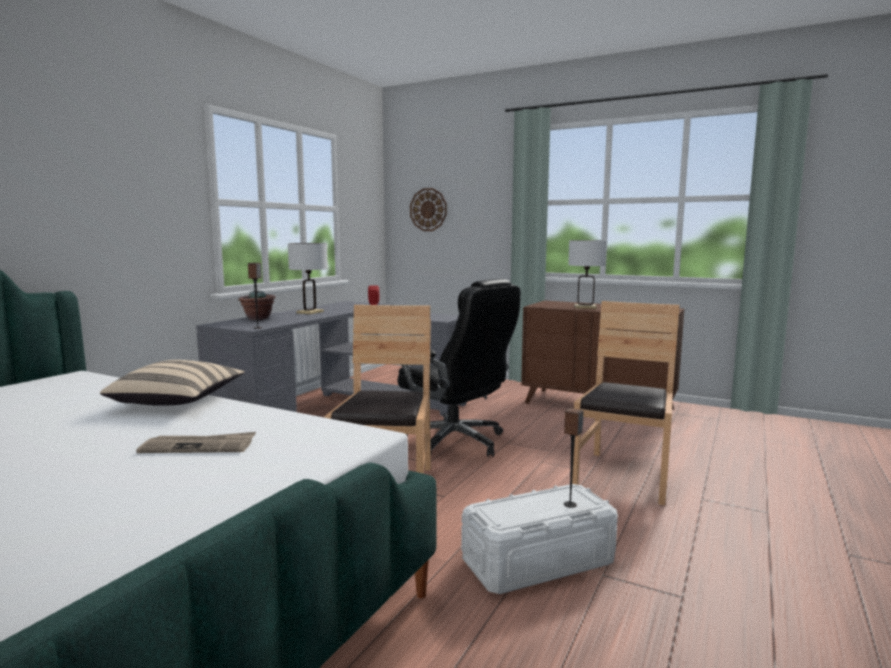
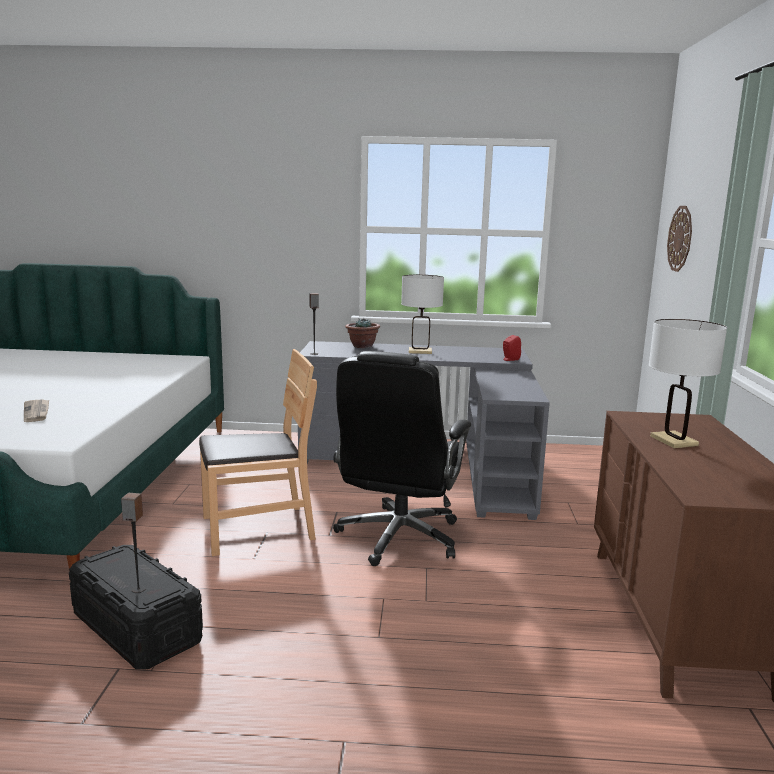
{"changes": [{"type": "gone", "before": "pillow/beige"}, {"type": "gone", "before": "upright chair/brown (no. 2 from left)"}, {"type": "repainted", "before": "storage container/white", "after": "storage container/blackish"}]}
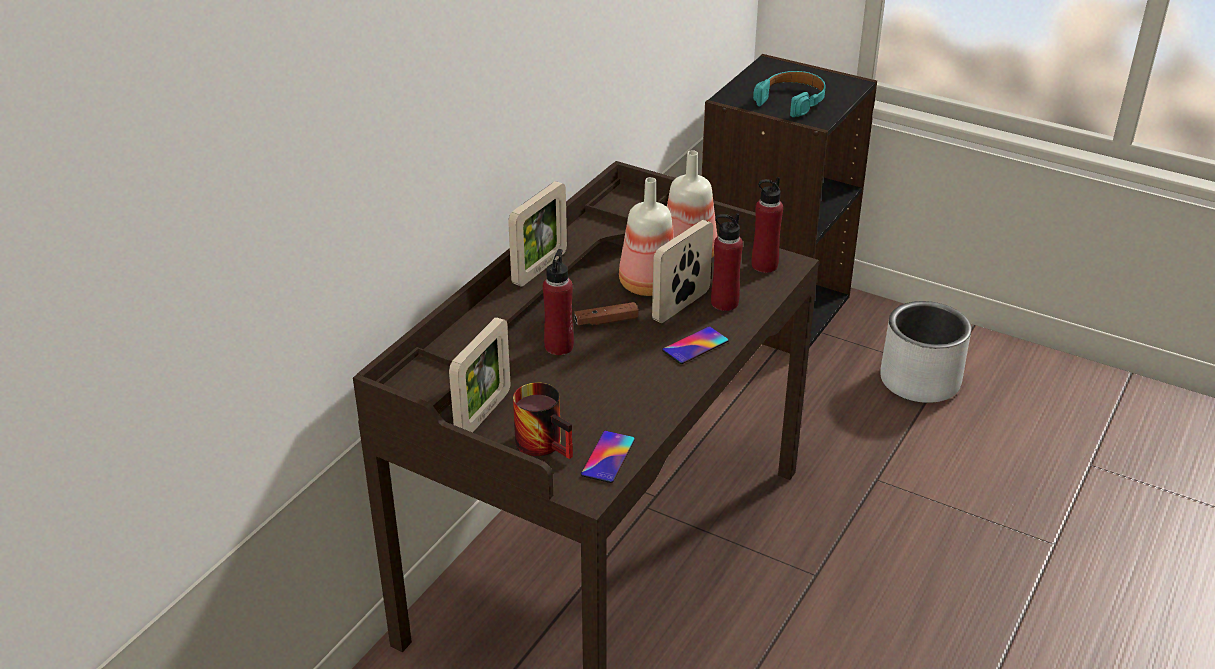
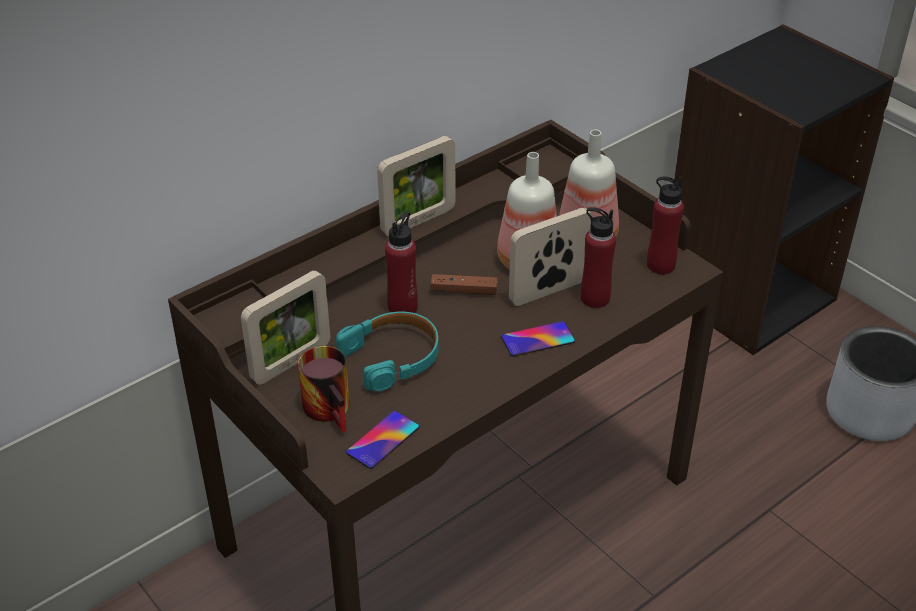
{"changes": [{"type": "shifted", "before": "headset/turquoise"}]}
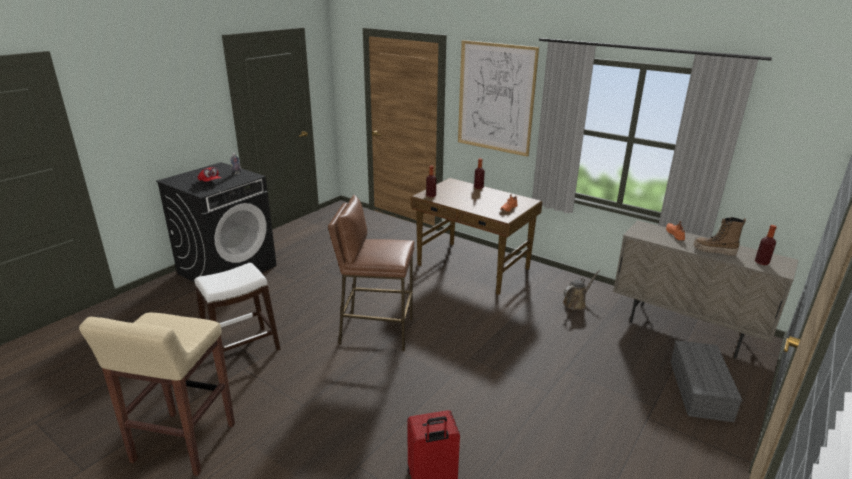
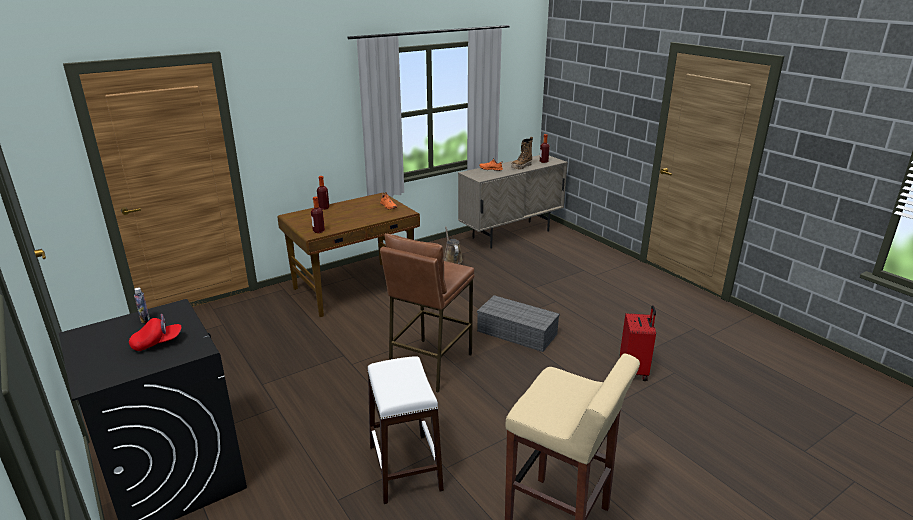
{"changes": [{"type": "gone", "before": "wall art"}, {"type": "shifted", "before": "storage container/gray"}]}
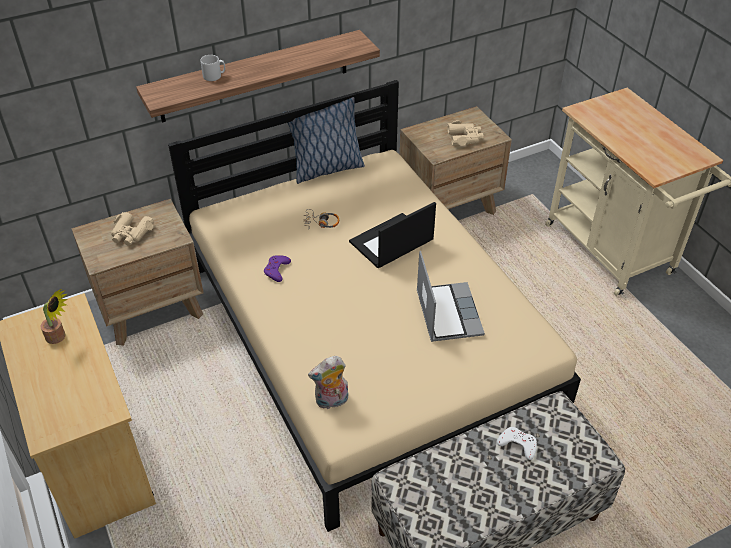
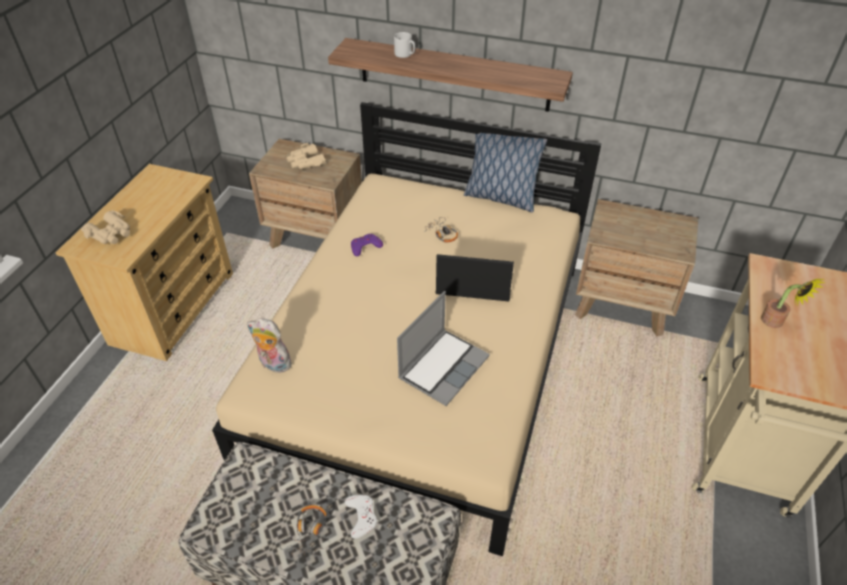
{"changes": [{"type": "new", "after": "headset (no. 1 from left)"}, {"type": "shifted", "before": "plant in a pot"}, {"type": "shifted", "before": "field glasses/beige (no. 2 from left in the first image)", "after": "field glasses/beige (no. 1 from left)"}]}
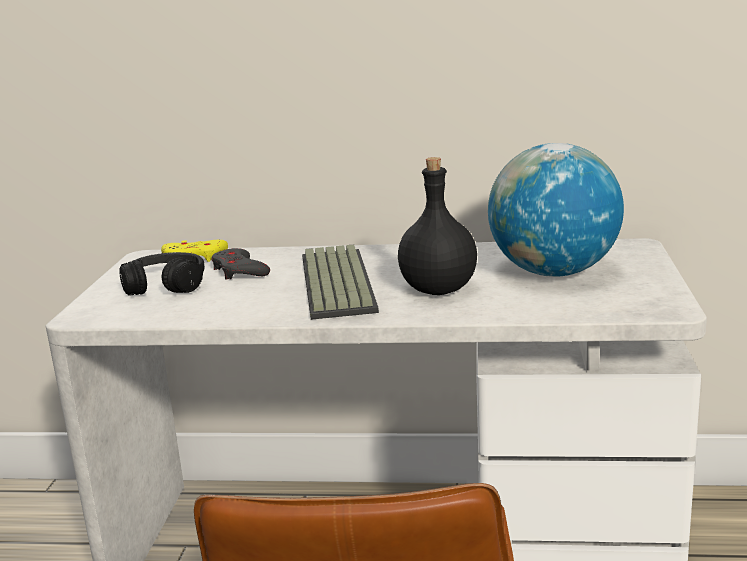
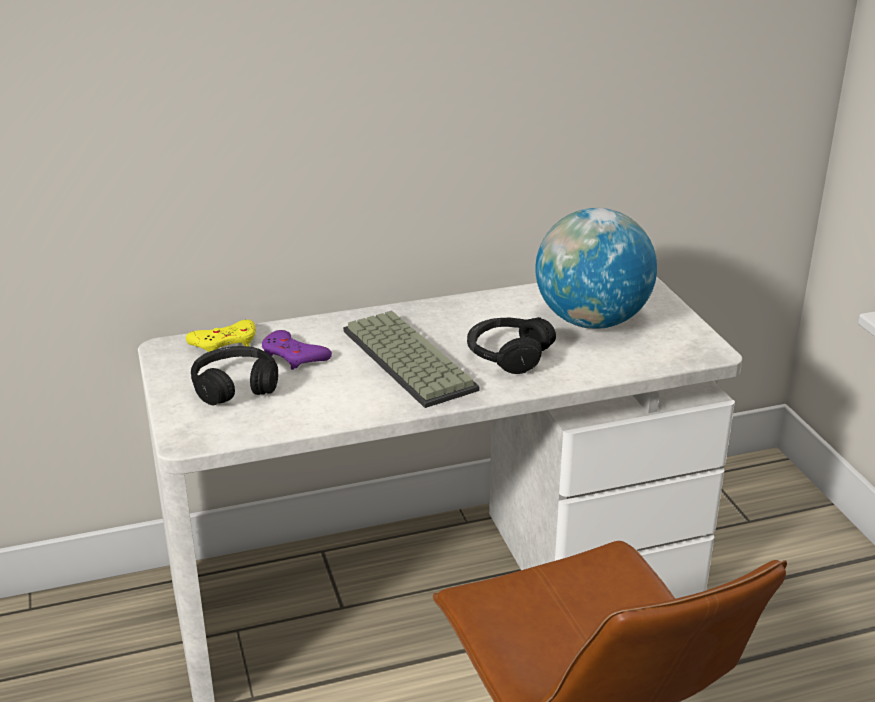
{"changes": [{"type": "swapped", "before": "bottle/blackish", "after": "headset/blackish (no. 2 from left)"}, {"type": "repainted", "before": "game controller/gray", "after": "game controller/purplish"}]}
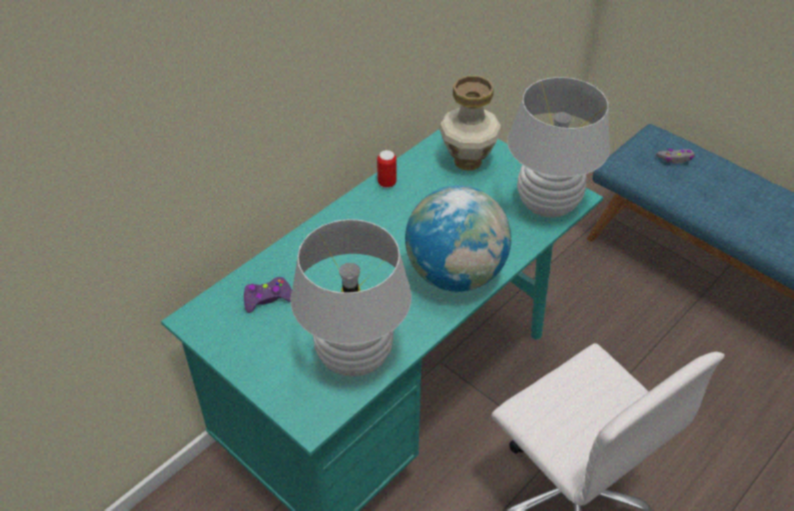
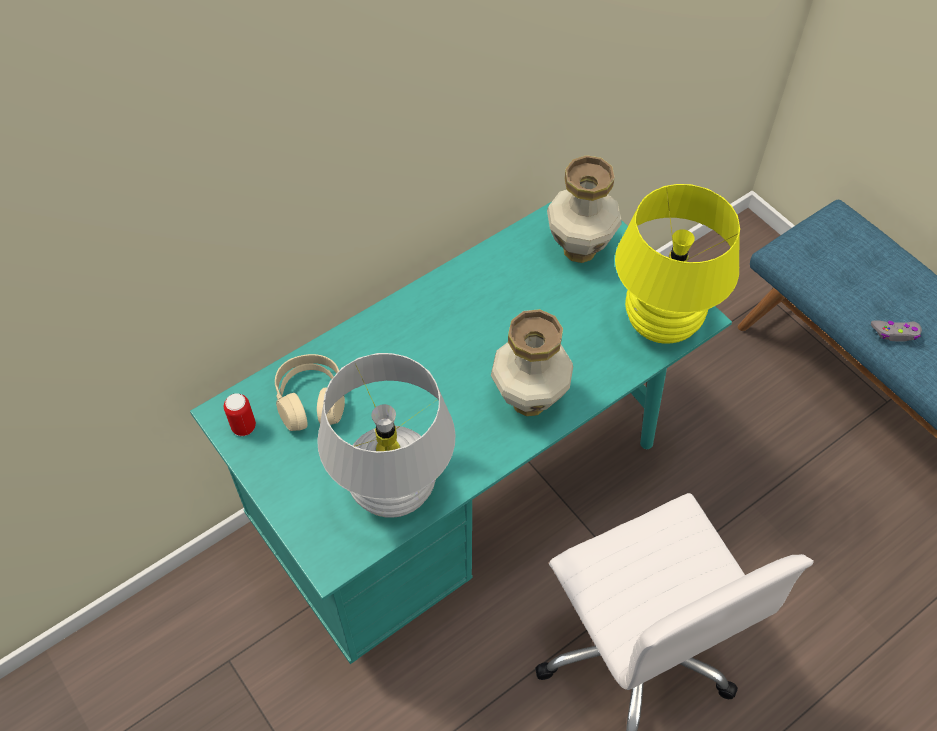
{"changes": [{"type": "shifted", "before": "can"}, {"type": "shifted", "before": "game controller/gray"}, {"type": "swapped", "before": "game controller/purplish", "after": "headset/beige"}, {"type": "swapped", "before": "globe", "after": "decorative vase (no. 1 from left)"}, {"type": "repainted", "before": "tabletop lamp/white (no. 2 from left)", "after": "tabletop lamp/yellowish"}]}
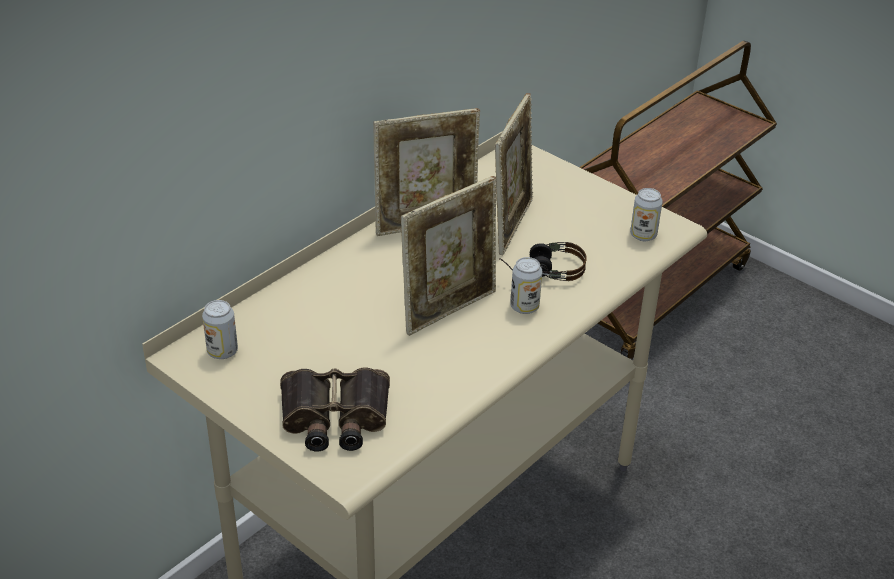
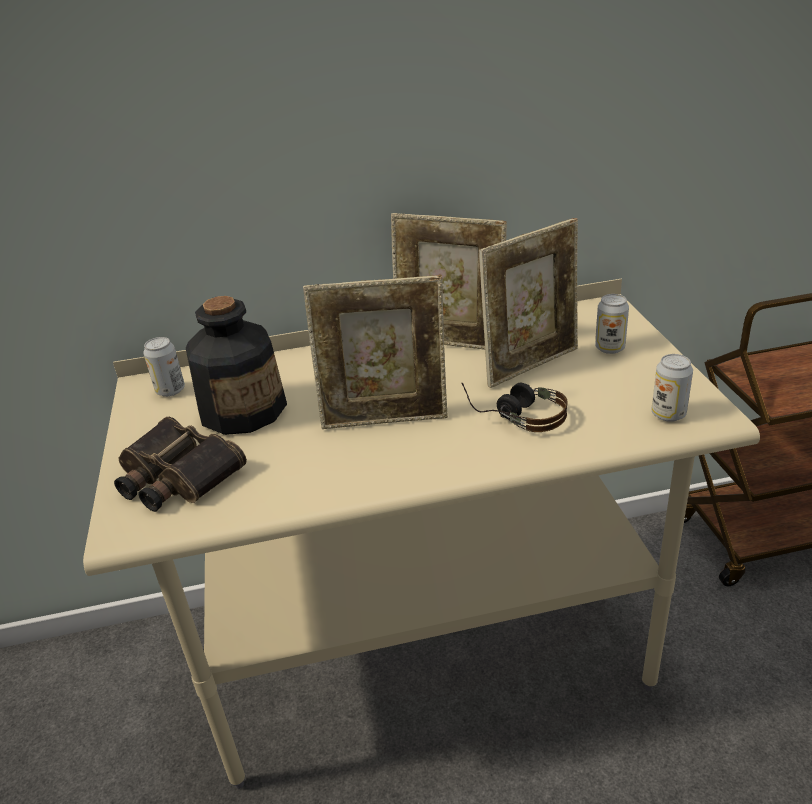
{"changes": [{"type": "new", "after": "bottle"}, {"type": "shifted", "before": "can (no. 2 from left)"}]}
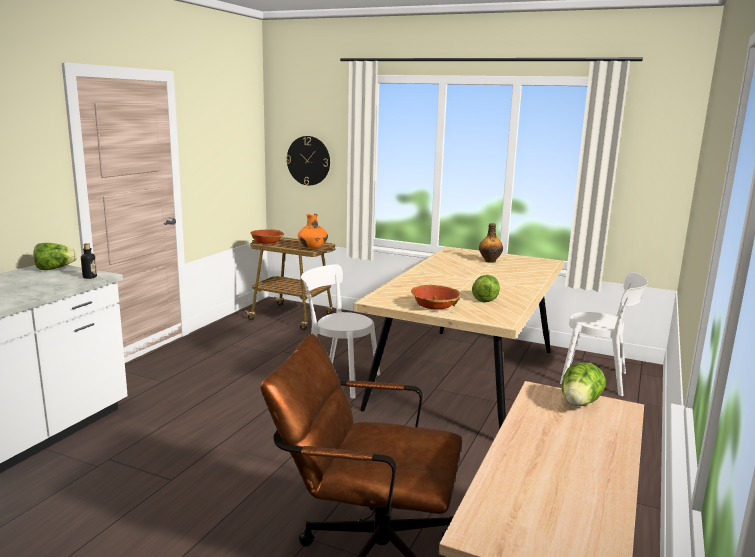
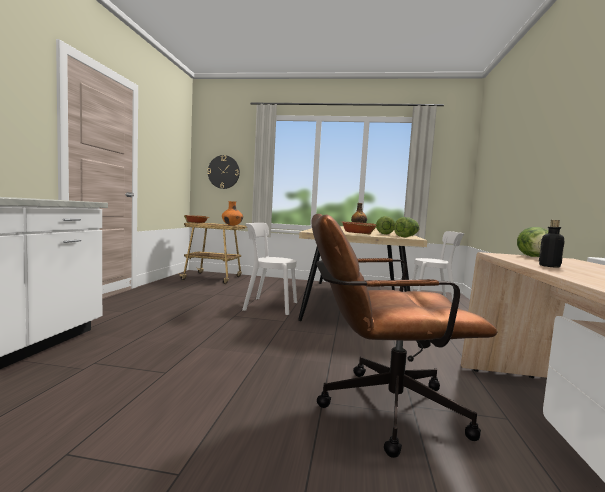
{"changes": [{"type": "shifted", "before": "lettuce head (no. 1 from left in the first image)", "after": "lettuce head (no. 2 from left)"}, {"type": "shifted", "before": "bottle (no. 1 from left in the first image)", "after": "bottle (no. 2 from left)"}]}
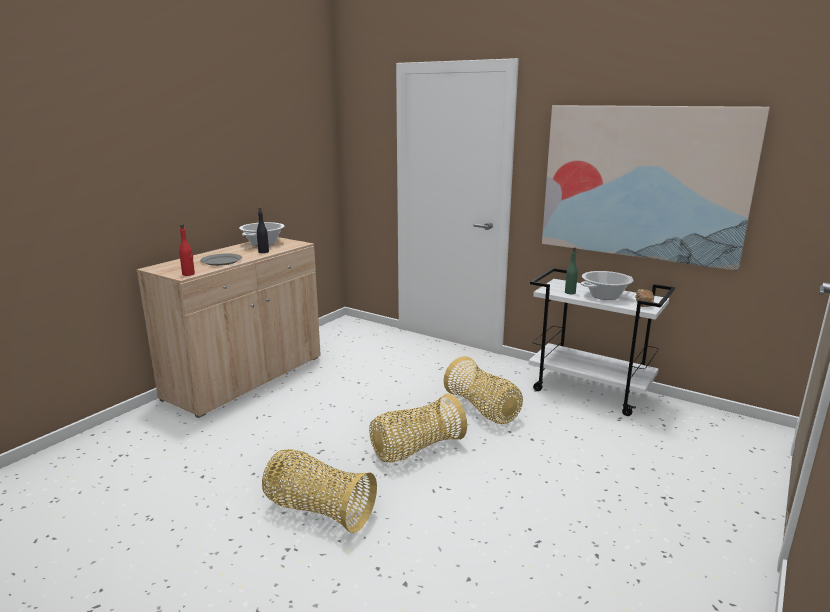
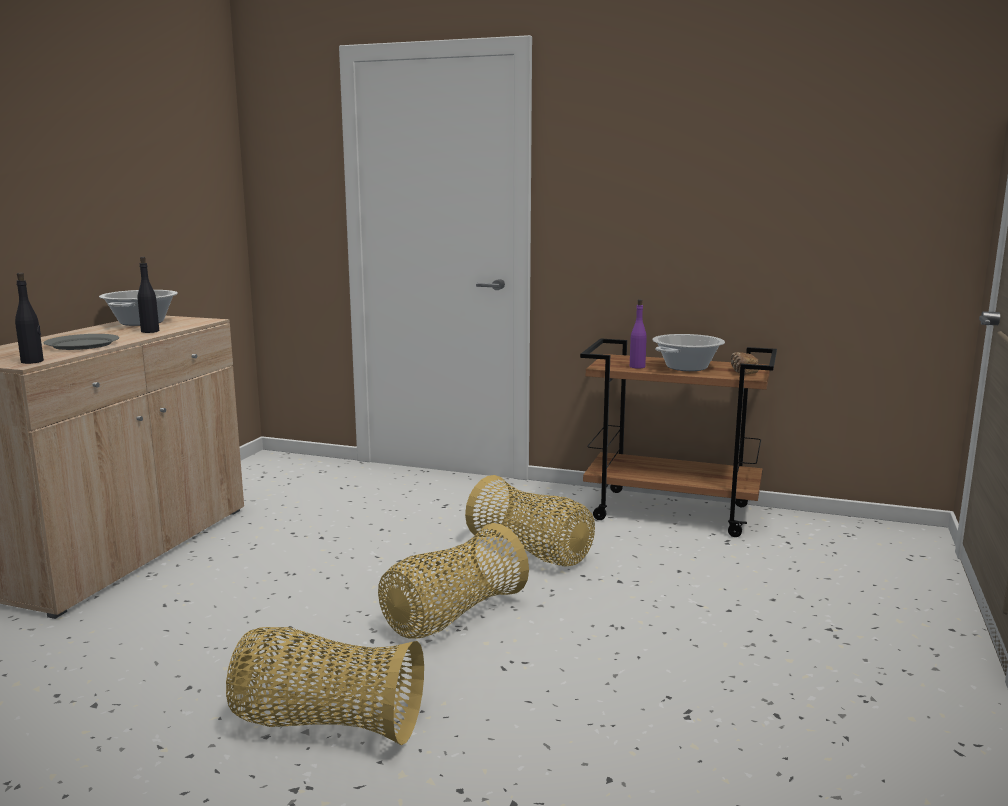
{"changes": [{"type": "gone", "before": "wall art"}, {"type": "repainted", "before": "bottle/red", "after": "bottle/blackish (no. 1 from left)"}, {"type": "repainted", "before": "wheeled cart/white", "after": "wheeled cart/brown"}, {"type": "repainted", "before": "bottle/green-coloured", "after": "bottle/purplish"}]}
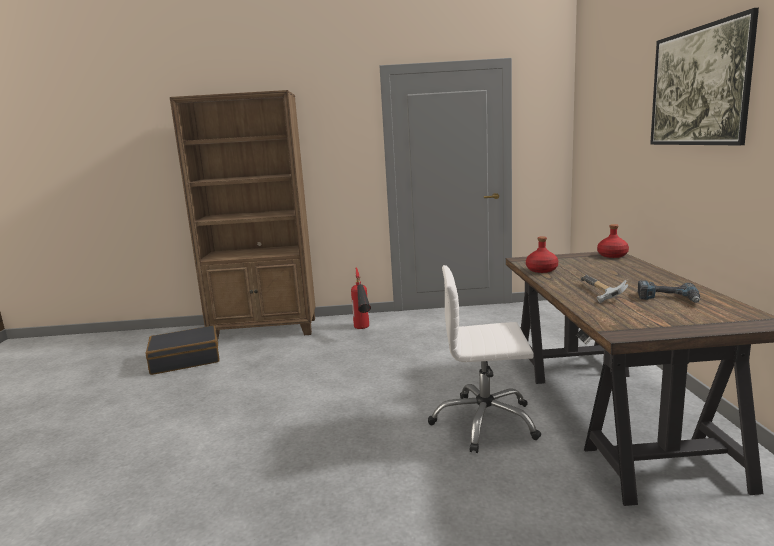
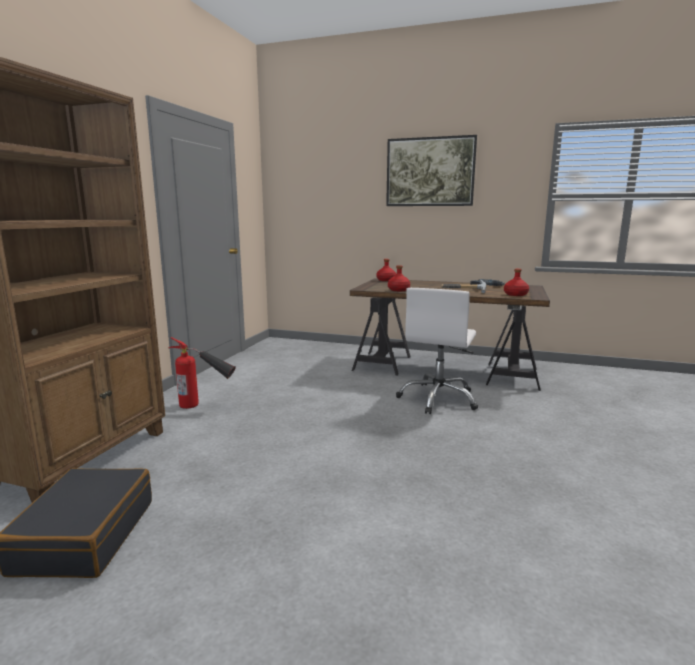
{"changes": [{"type": "new", "after": "bottle/red (no. 3 from left)"}]}
